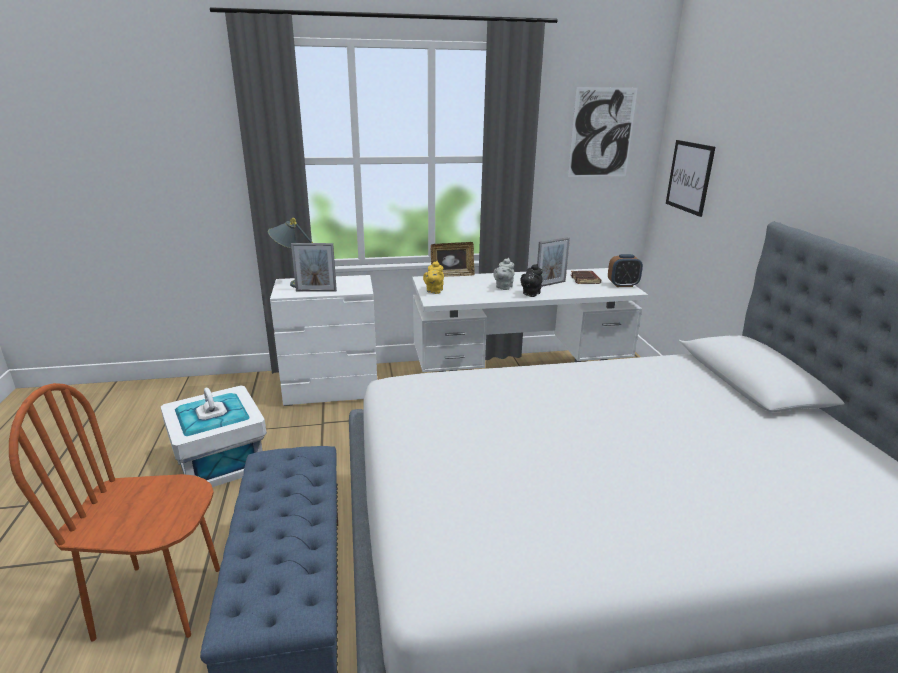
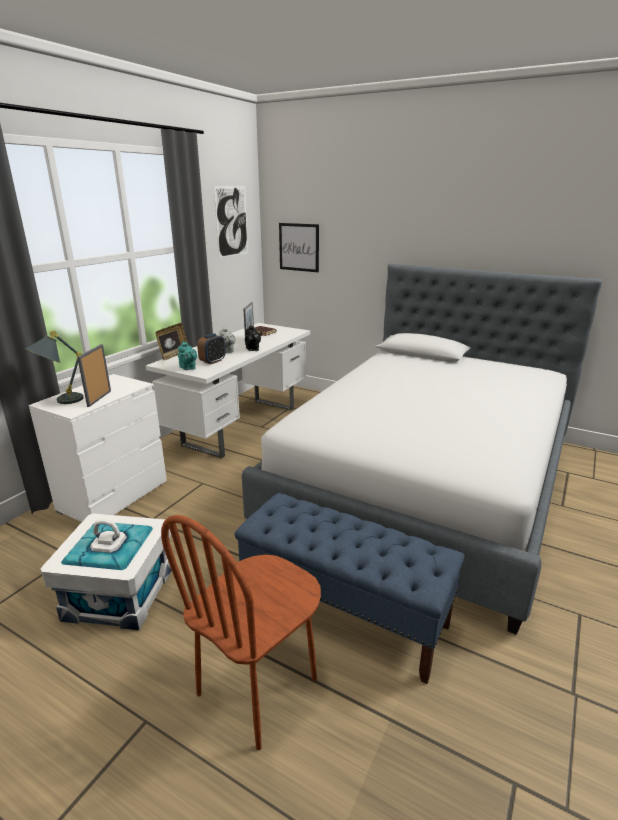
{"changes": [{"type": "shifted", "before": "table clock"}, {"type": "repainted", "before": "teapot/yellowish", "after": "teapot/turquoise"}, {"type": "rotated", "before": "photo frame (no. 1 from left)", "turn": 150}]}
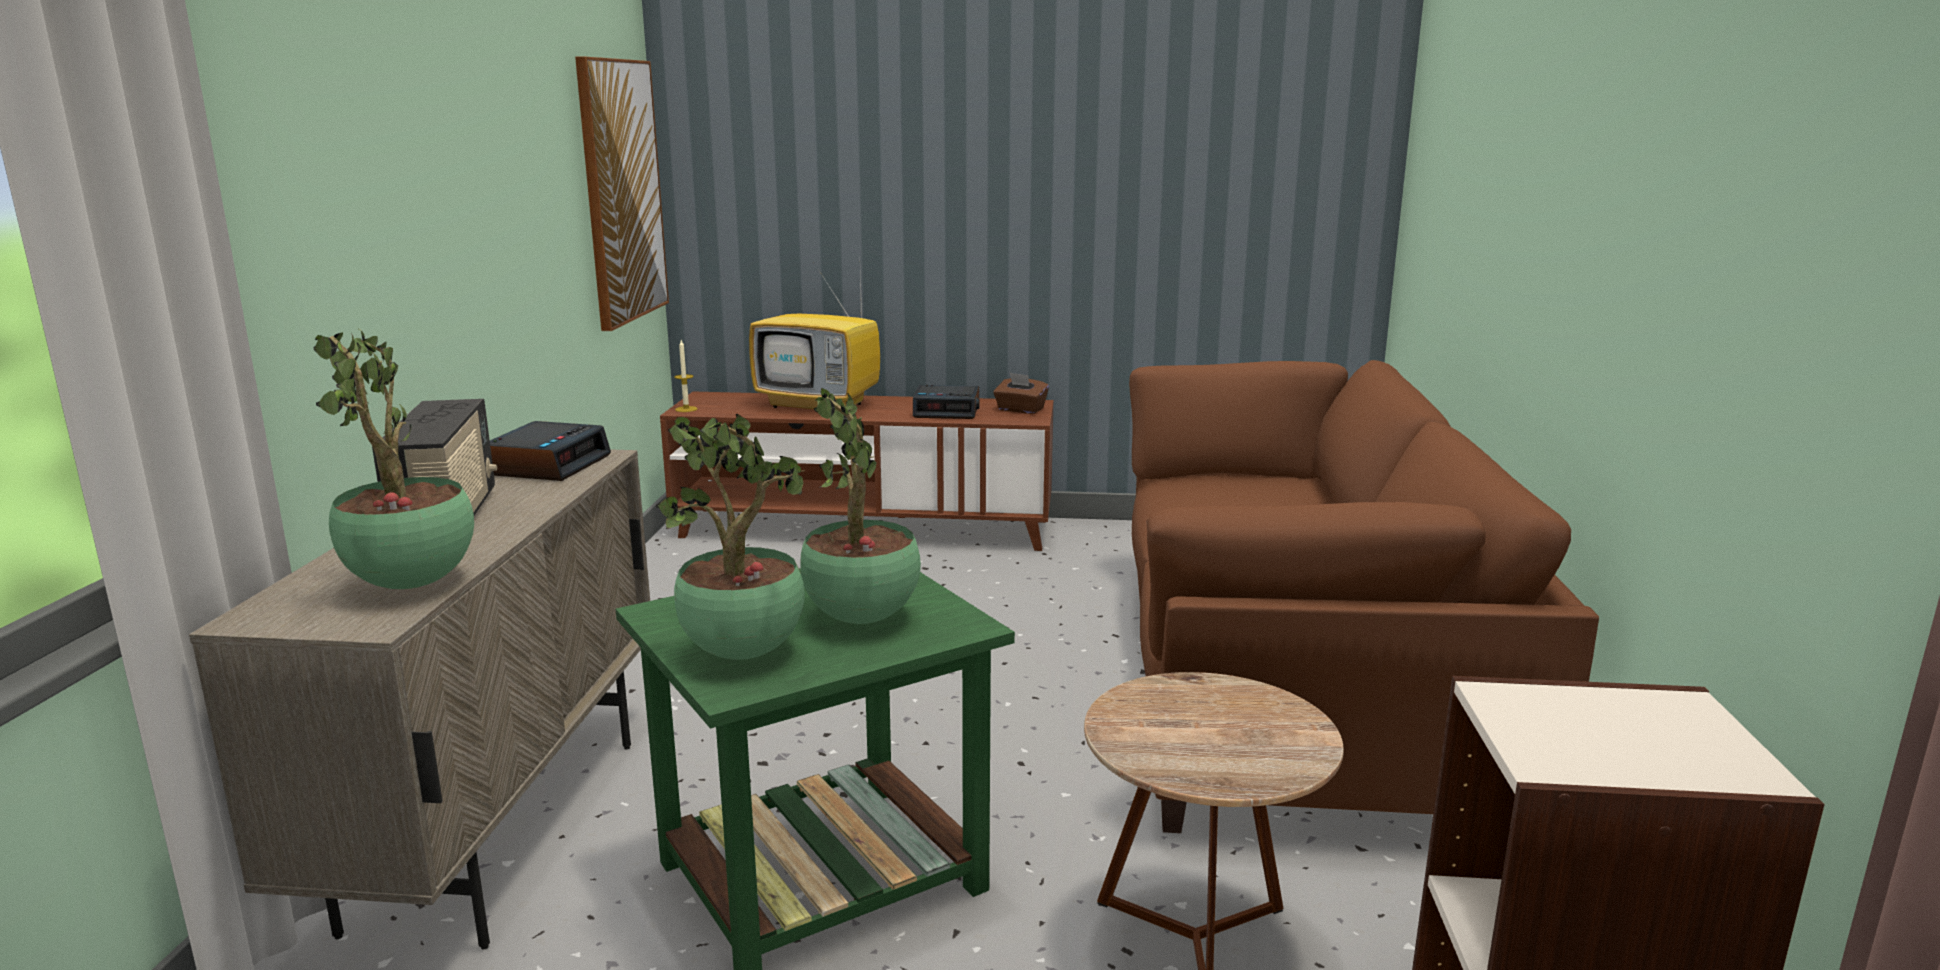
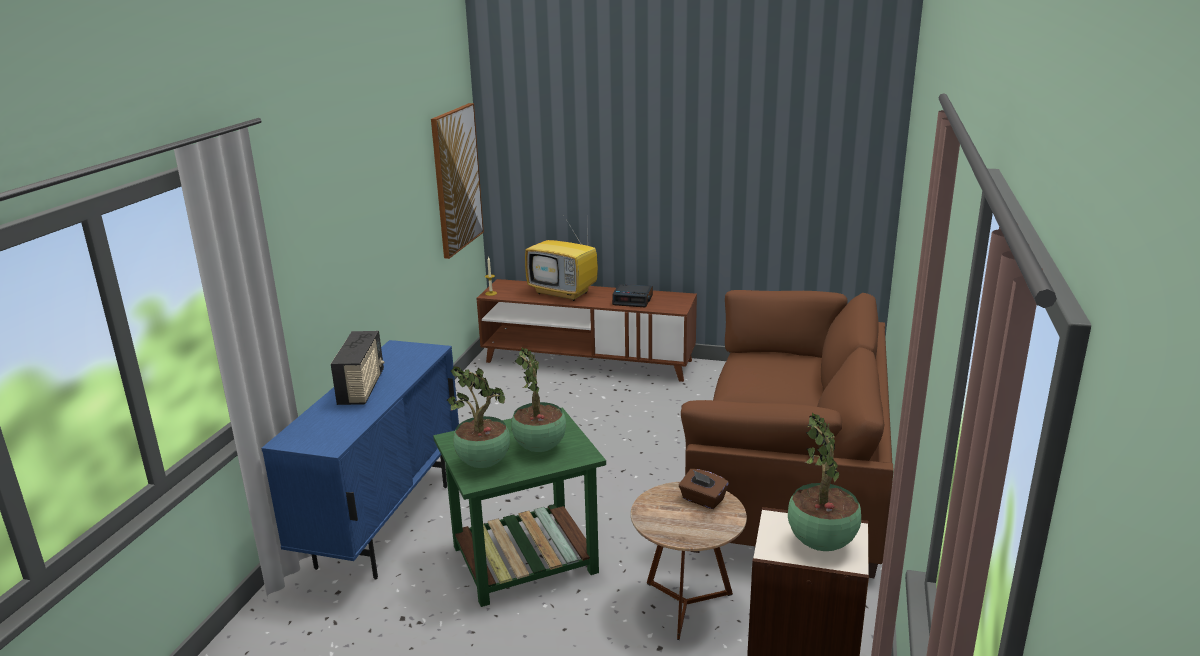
{"changes": [{"type": "gone", "before": "table clock (no. 1 from left)"}, {"type": "shifted", "before": "plant in a pot (no. 1 from left in the first image)", "after": "plant in a pot (no. 3 from left)"}, {"type": "shifted", "before": "box of tissues/brown"}, {"type": "repainted", "before": "cupboard/beige", "after": "cupboard/blue"}]}
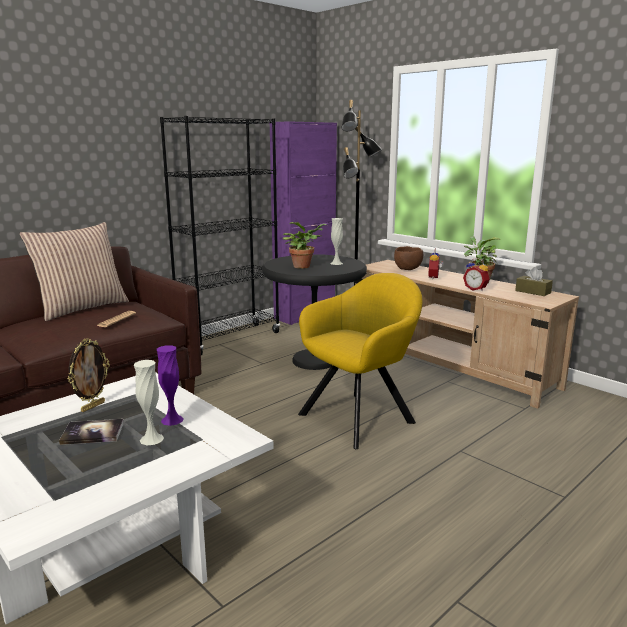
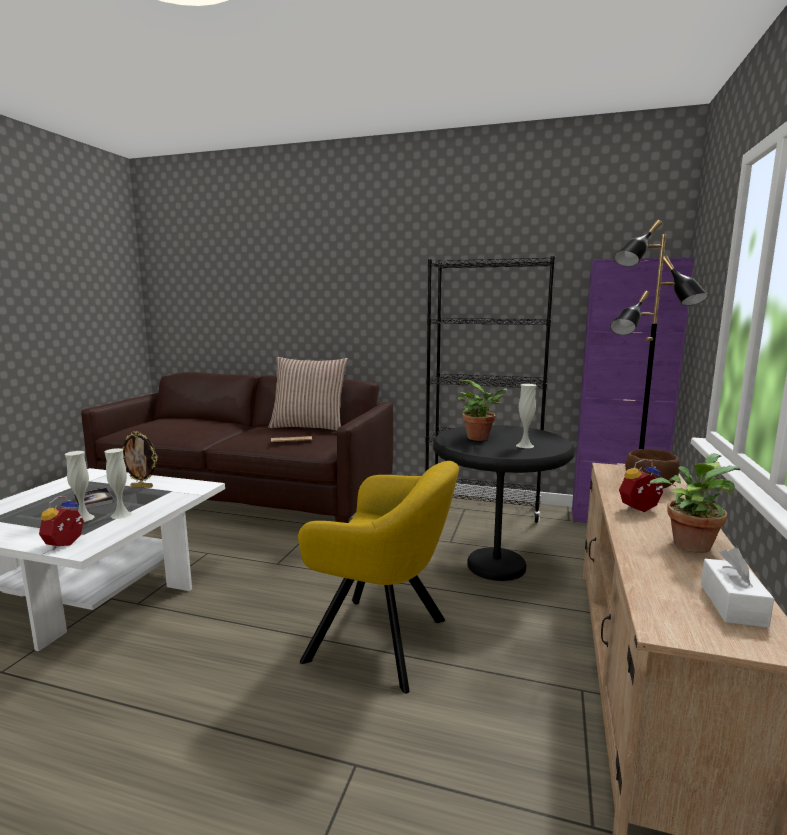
{"changes": [{"type": "shifted", "before": "table clock (no. 2 from left in the first image)", "after": "table clock (no. 1 from left)"}, {"type": "repainted", "before": "decorative vase/purplish", "after": "decorative vase/white (no. 2 from left)"}, {"type": "repainted", "before": "box of tissues/brown", "after": "box of tissues/white"}]}
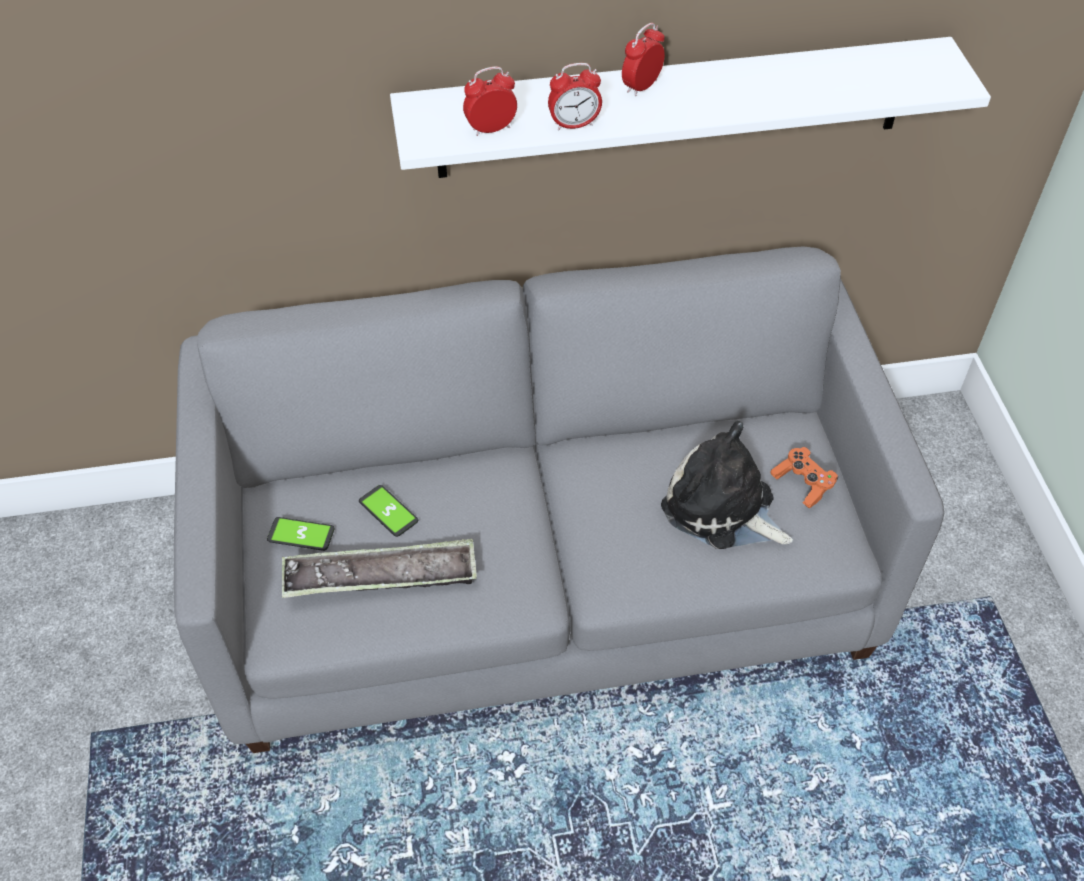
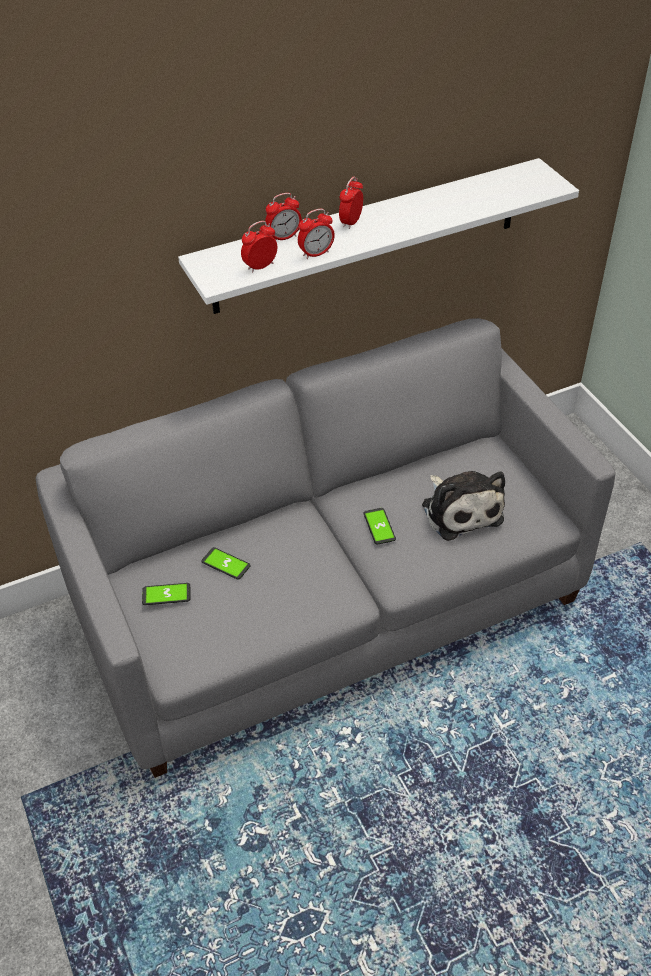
{"changes": [{"type": "gone", "before": "carrying tray"}, {"type": "gone", "before": "game controller/orange-coloured"}, {"type": "new", "after": "table clock (no. 2 from left)"}, {"type": "new", "after": "telephone (no. 3 from left)"}, {"type": "rotated", "before": "soft toy", "turn": -135}]}
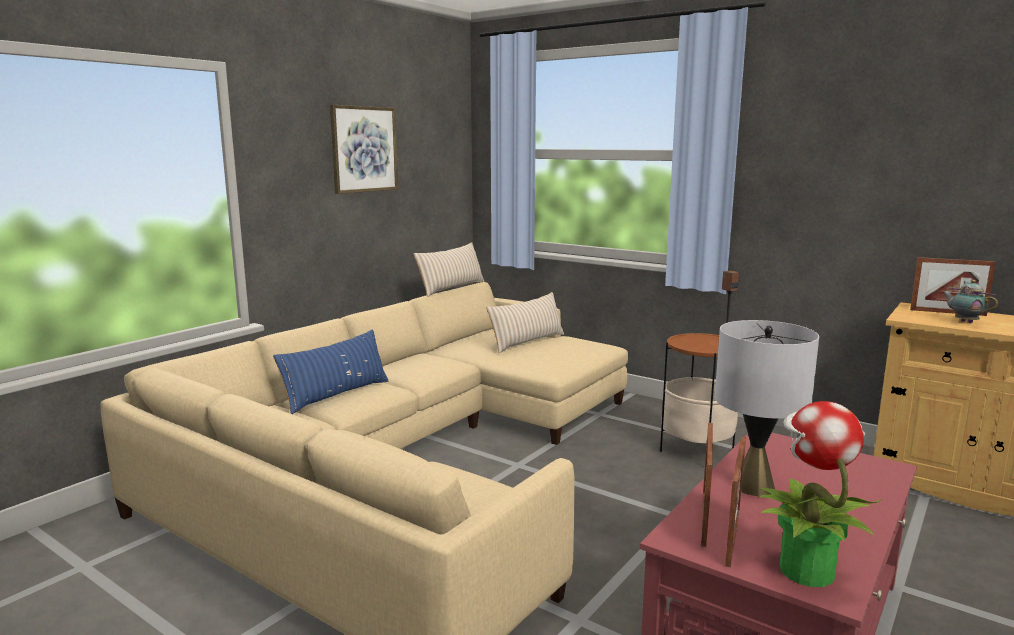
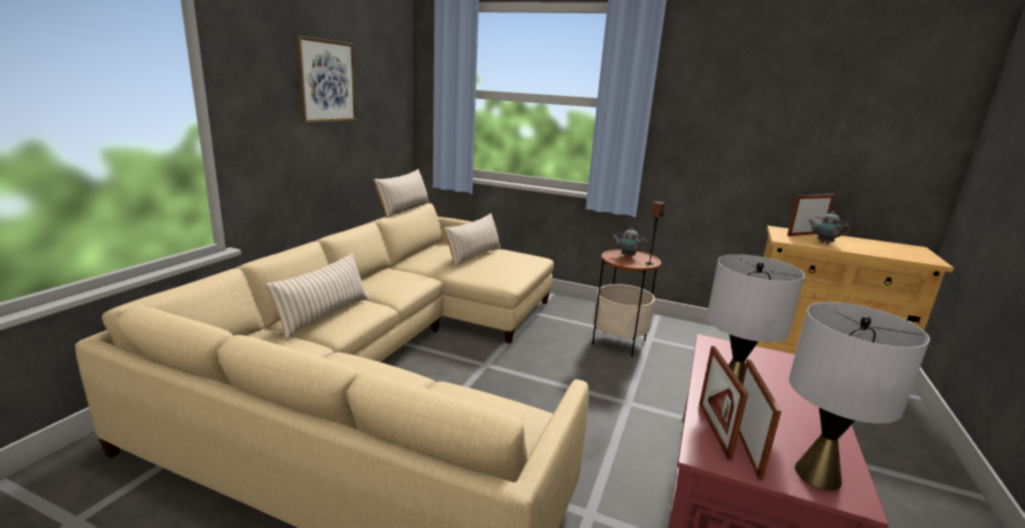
{"changes": [{"type": "new", "after": "teapot (no. 1 from left)"}, {"type": "swapped", "before": "plant in a pot", "after": "tabletop lamp/gray (no. 2 from left)"}, {"type": "repainted", "before": "pillow/blue", "after": "pillow/beige (no. 1 from left)"}, {"type": "rotated", "before": "photo frame (no. 3 from left)", "turn": 150}]}
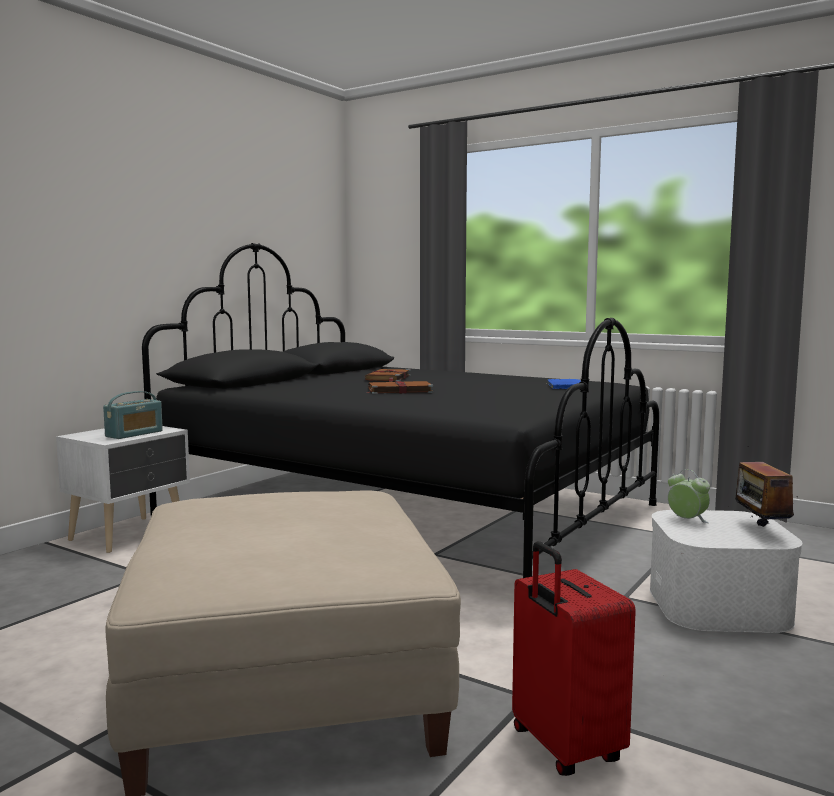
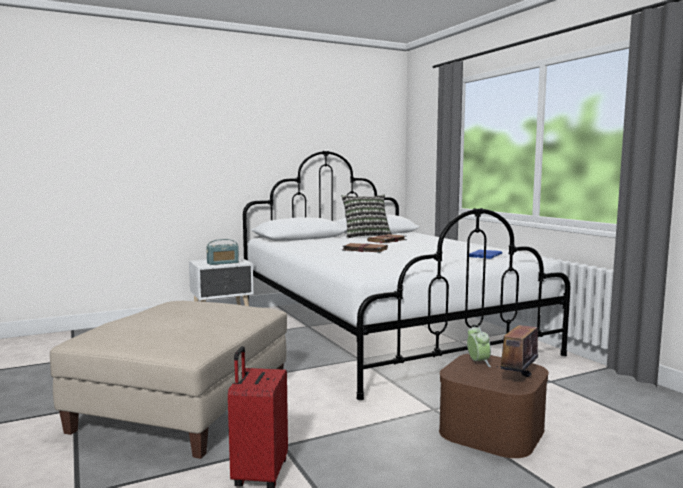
{"changes": [{"type": "new", "after": "pillow"}, {"type": "repainted", "before": "sleeping bed/blackish", "after": "sleeping bed/white"}, {"type": "repainted", "before": "storage container/white", "after": "storage container/brown"}]}
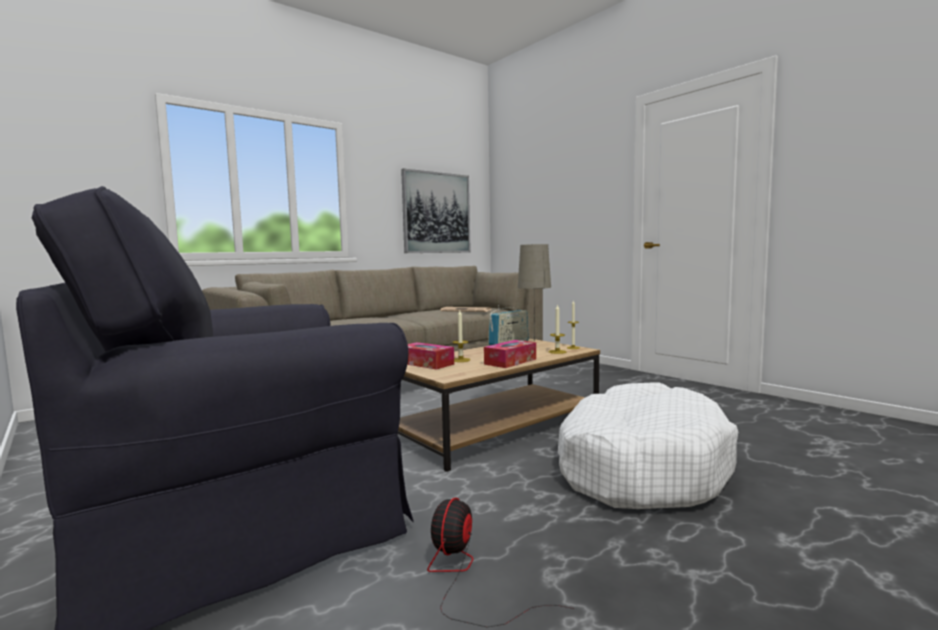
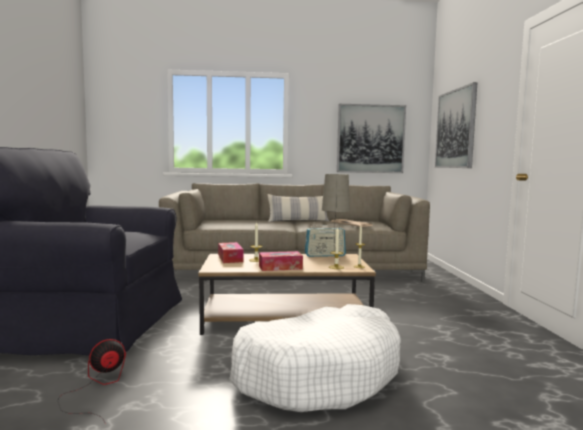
{"changes": [{"type": "new", "after": "pillow"}, {"type": "new", "after": "wall art (no. 2 from left)"}]}
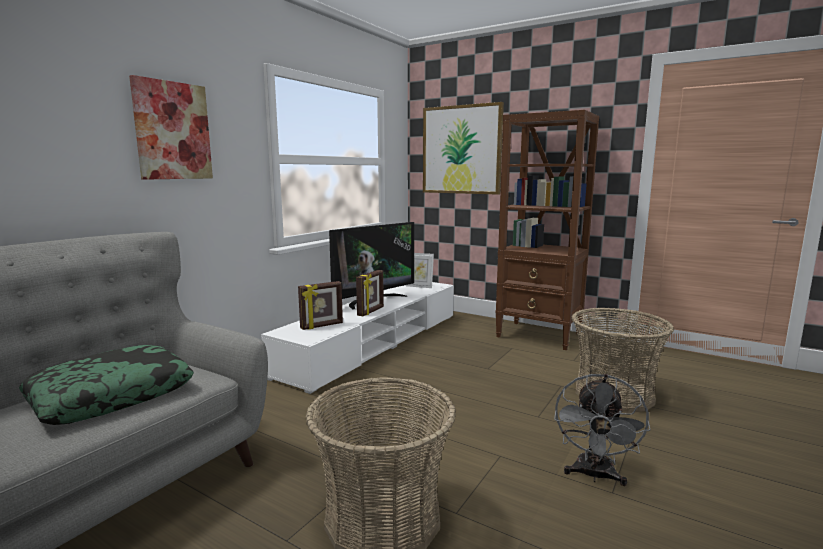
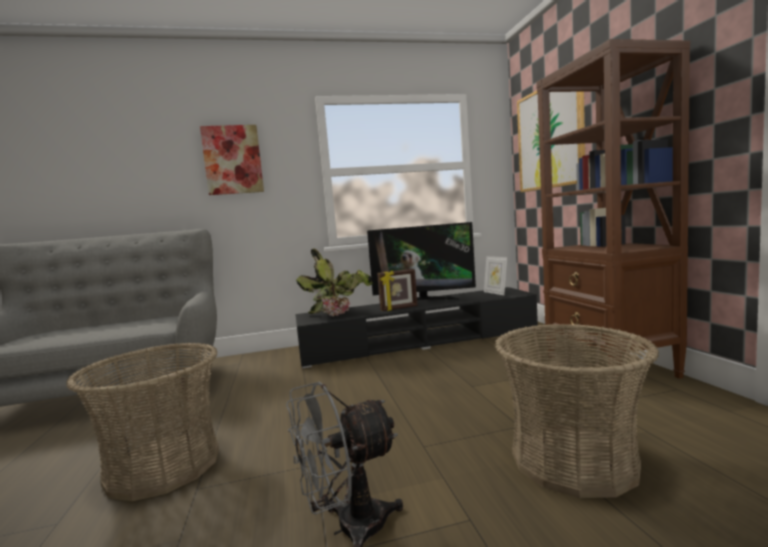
{"changes": [{"type": "gone", "before": "pillow"}, {"type": "swapped", "before": "photo frame (no. 1 from left)", "after": "plant in a pot"}, {"type": "repainted", "before": "tv stand/white", "after": "tv stand/blackish"}]}
